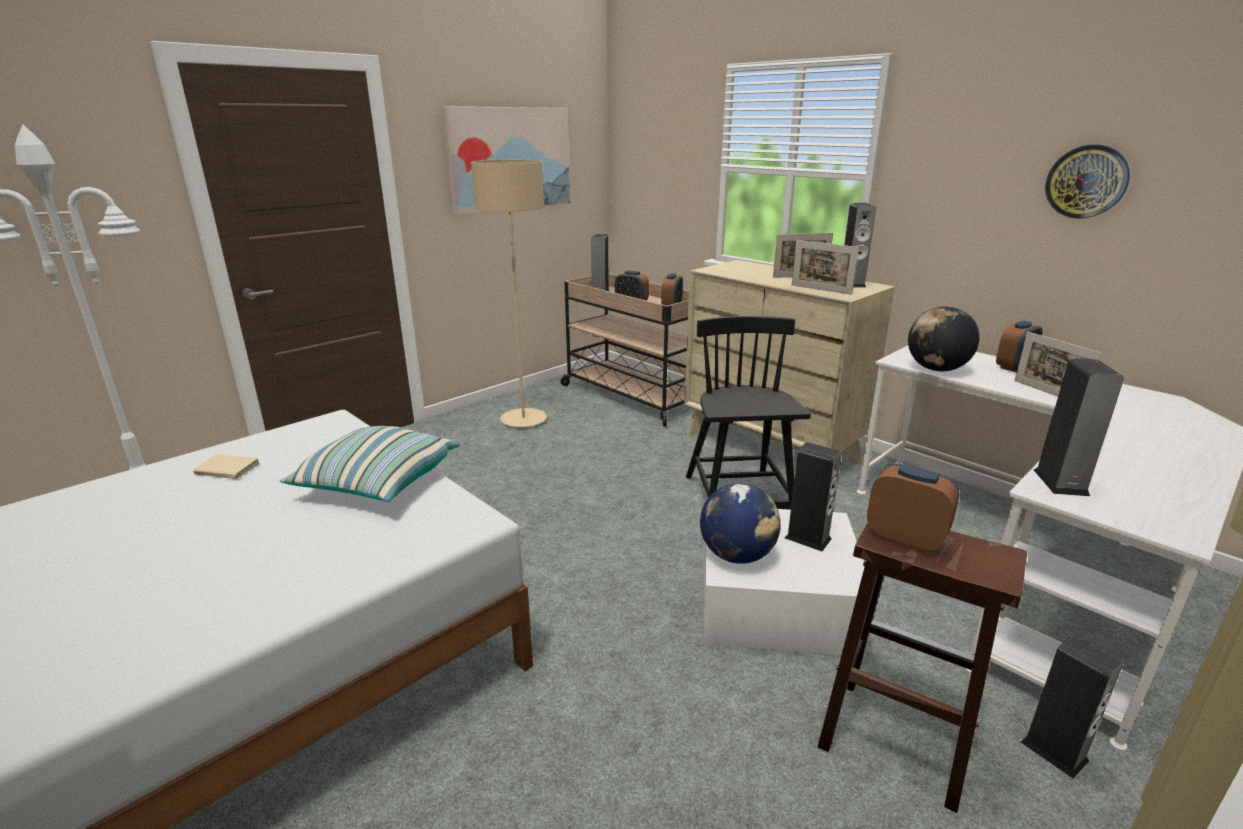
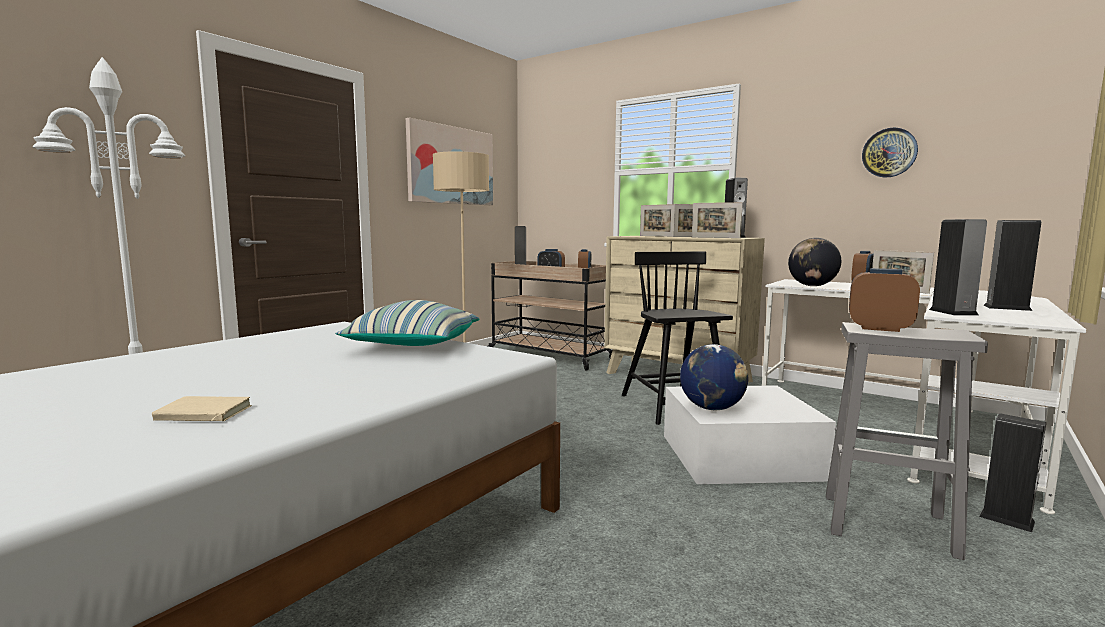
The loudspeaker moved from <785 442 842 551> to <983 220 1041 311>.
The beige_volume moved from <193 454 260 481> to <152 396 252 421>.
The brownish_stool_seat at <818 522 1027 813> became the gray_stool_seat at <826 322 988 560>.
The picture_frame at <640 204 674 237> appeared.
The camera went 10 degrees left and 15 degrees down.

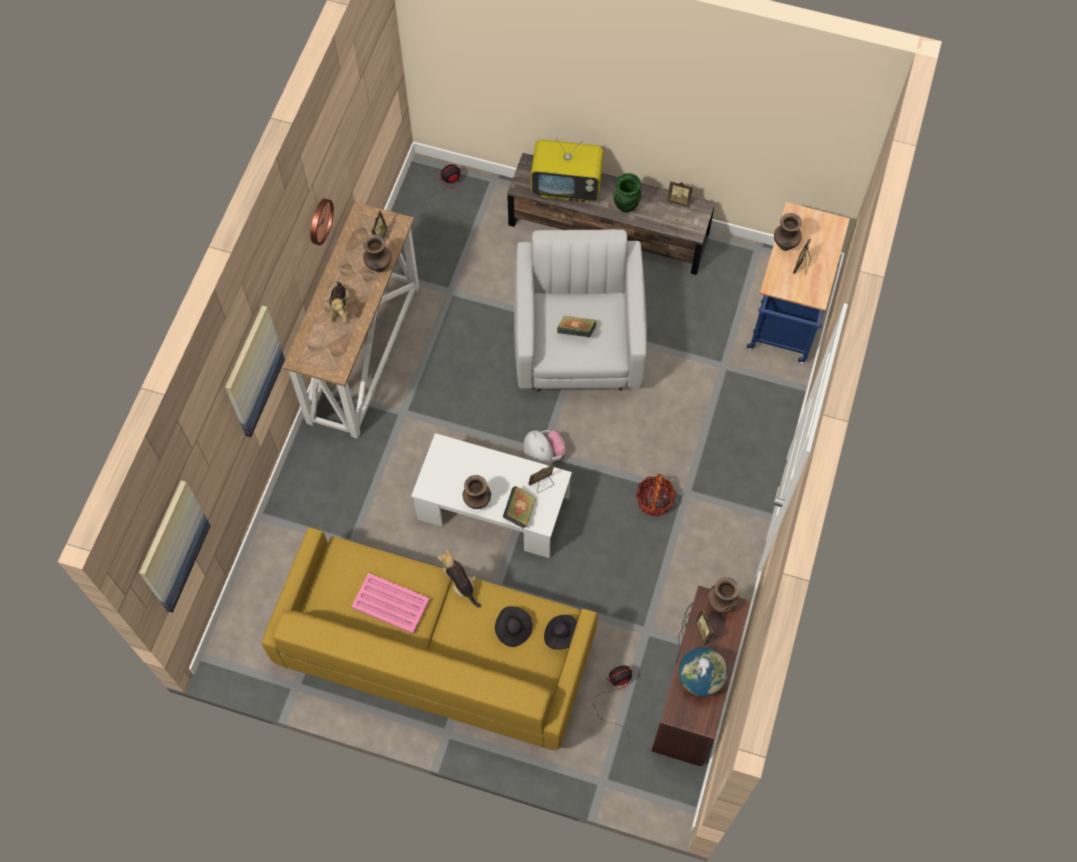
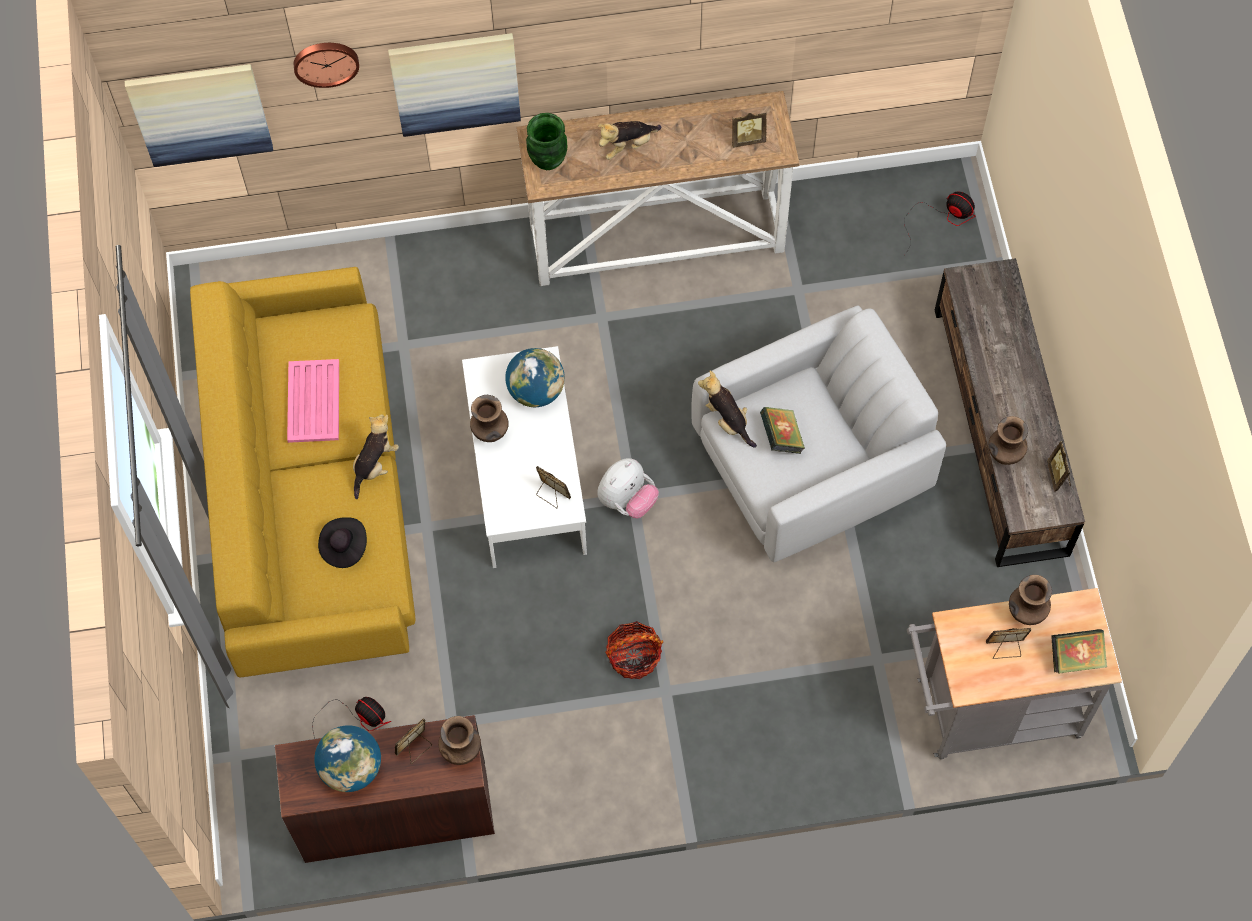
The TV_set at <531 137 603 202> disappeared.
The green-coloured_flower_vase moved from <613 173 641 213> to <526 113 567 170>.
The wall_clock moved from <311 199 334 245> to <294 43 359 88>.
The blue-coloured_wheeled_cart at <747 202 850 364> became the gray_wheeled_cart at <907 588 1122 760>.
The brownish_flower_vase moved from <363 234 391 272> to <988 416 1028 465>.
The volume moved from <503 486 536 529> to <1051 629 1107 674>.
The black-coloured_hat at <544 615 577 650> disappeared.
The globe at <505 348 565 407> appeared.
The cuddly_toy at <698 371 757 448> appeared.
The camera went 65 degrees right and 0 degrees up.

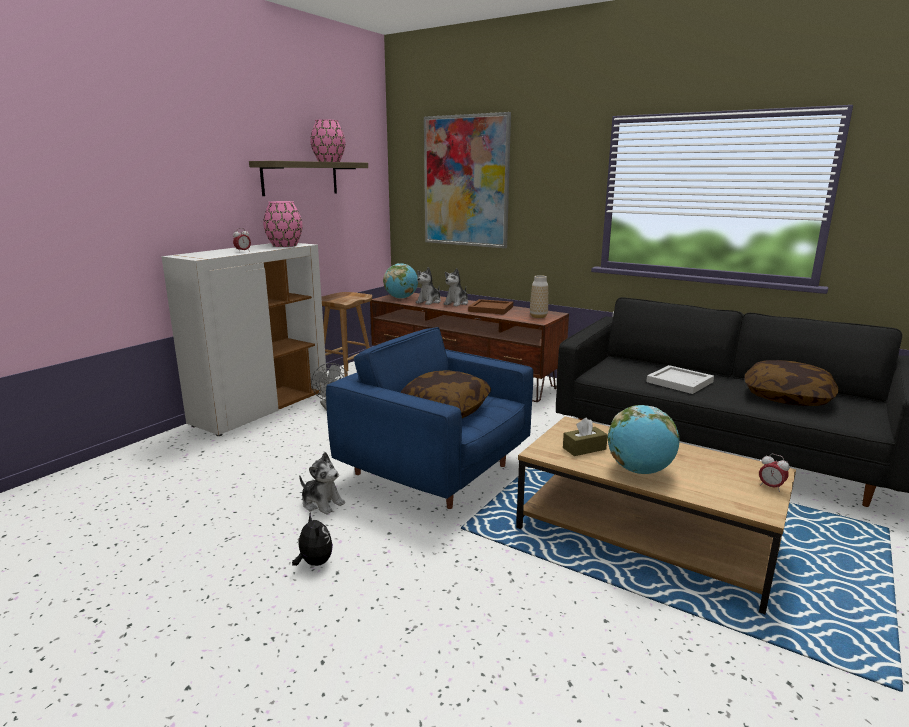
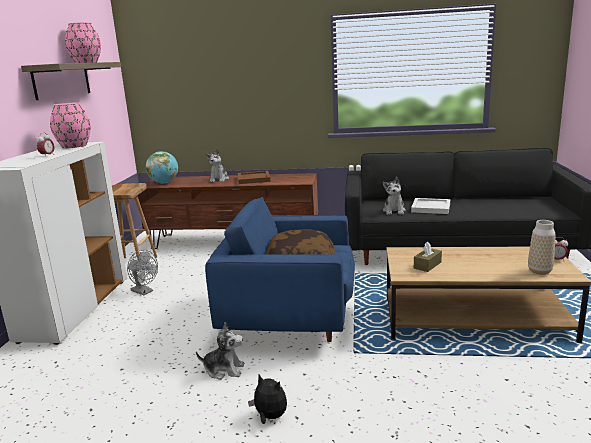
The picture at <424 112 511 248> disappeared.
The cuddly_toy moved from <416 267 441 305> to <383 177 406 215>.
The flower_vase moved from <530 275 548 318> to <528 220 556 275>.
The throw_pillow at <745 360 838 406> disappeared.
The globe at <608 405 679 474> disappeared.
The camera went 25 degrees left and 0 degrees up.

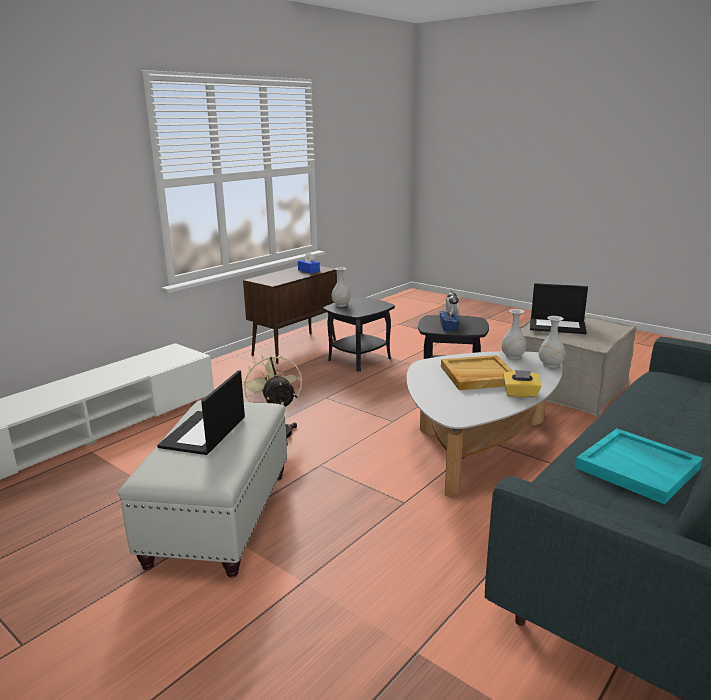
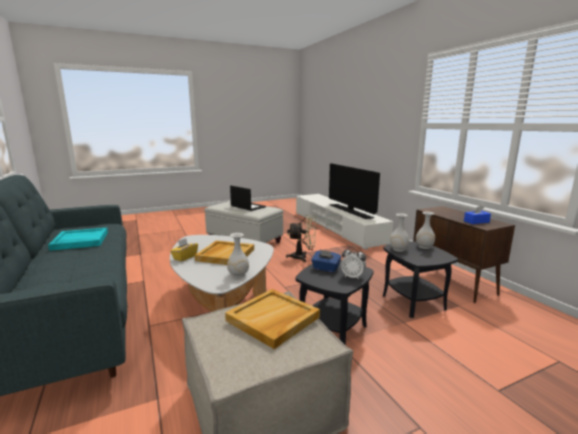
The notebook_computer at <530 283 588 334> was replaced by the beige_carrying_tray at <225 289 320 349>.
The white_flower_vase moved from <539 316 565 368> to <390 213 409 252>.
The TV_set at <329 163 380 219> appeared.
The camera went 115 degrees right and 5 degrees down.

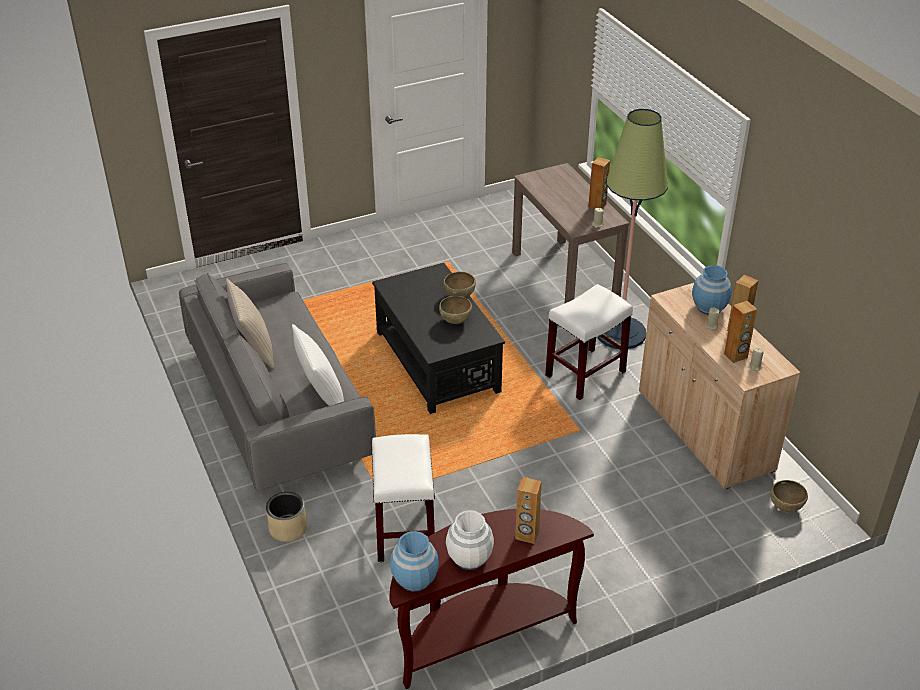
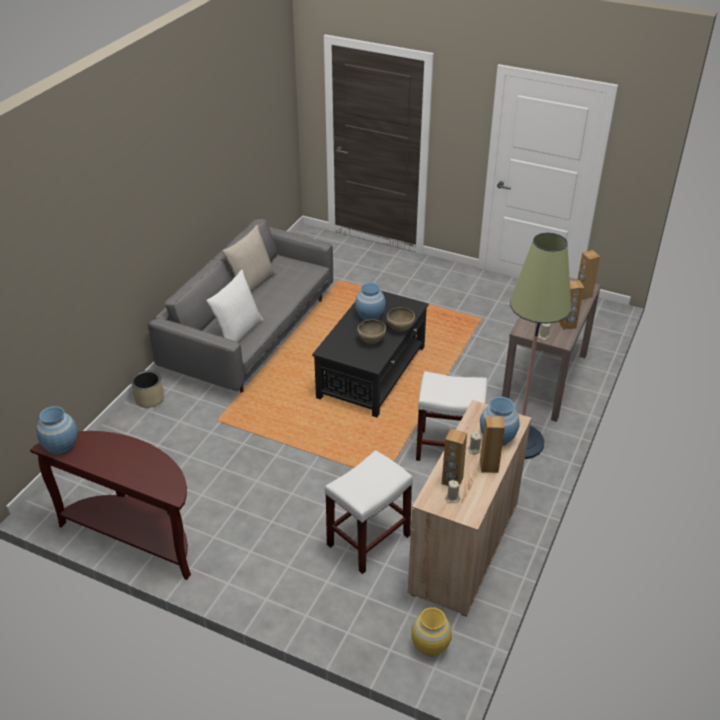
The white_stool_seat moved from <372 434 435 562> to <325 450 413 574>.
The brownish_loudspeaker moved from <515 477 542 544> to <577 250 600 300>.
The brownish_deep_dish at <770 480 808 512> was replaced by the yellow-coloured_flower_vase at <411 607 452 656>.
The white_flower_vase at <446 510 494 570> disappeared.
The blue-coloured_flower_vase at <355 282 386 321> appeared.
The camera went 50 degrees right and 0 degrees up.

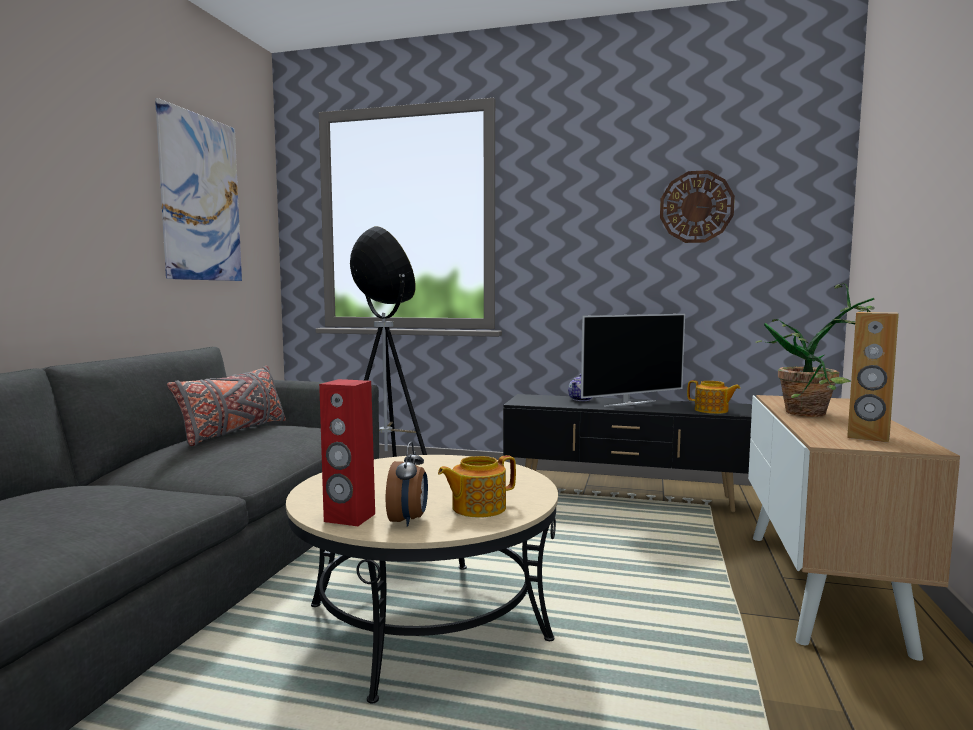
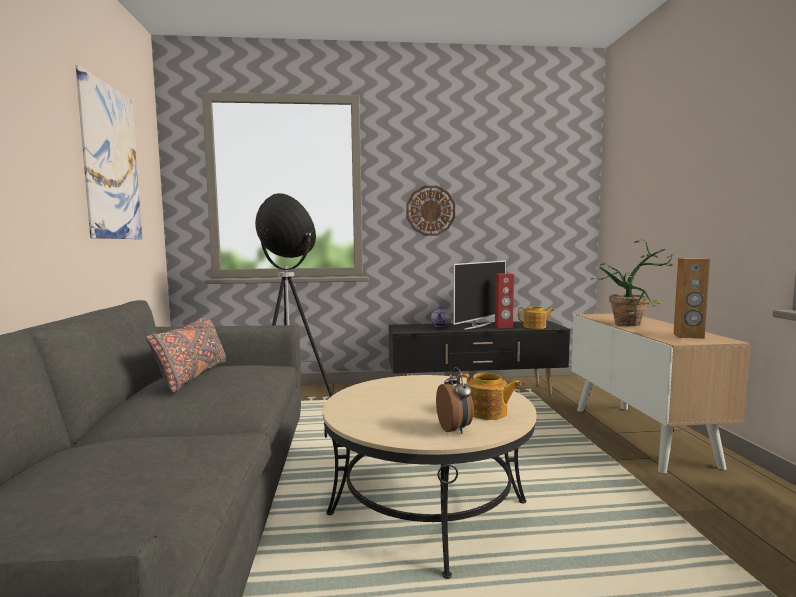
The wall_clock moved from <660 170 735 243> to <406 186 455 236>.
The reddish_loudspeaker moved from <319 379 375 526> to <495 273 514 328>.
The pot_for_tea at <438 455 516 518> turned 105 degrees counterclockwise.
The camera went 20 degrees left and 0 degrees up.

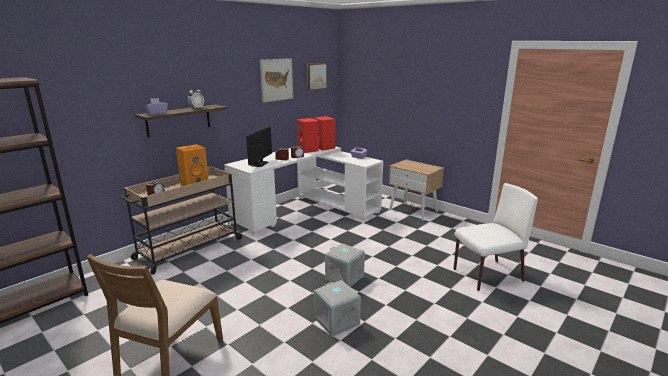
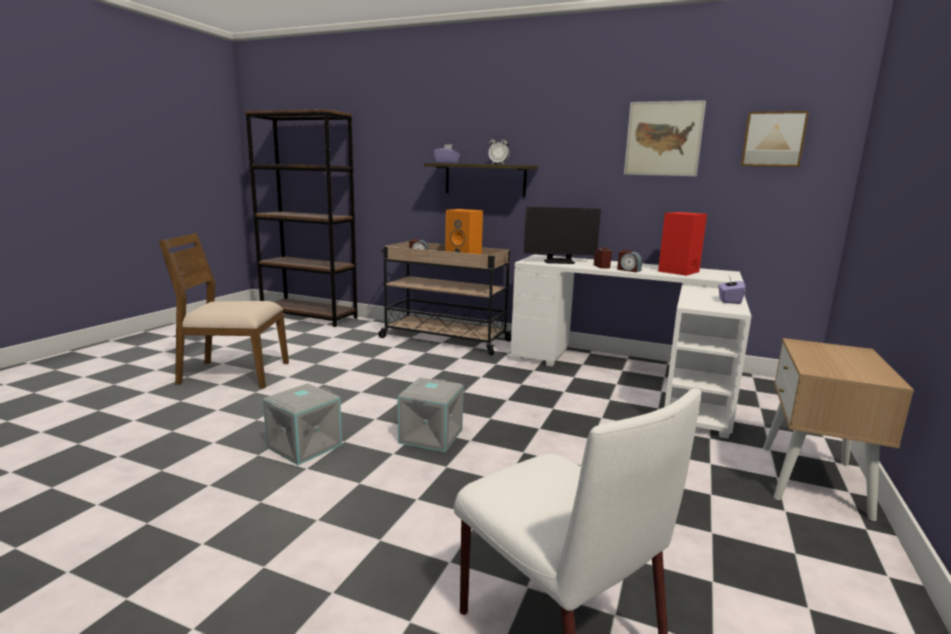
The reddish_loudspeaker at <313 116 335 151> disappeared.
The camera went 70 degrees right and 5 degrees down.

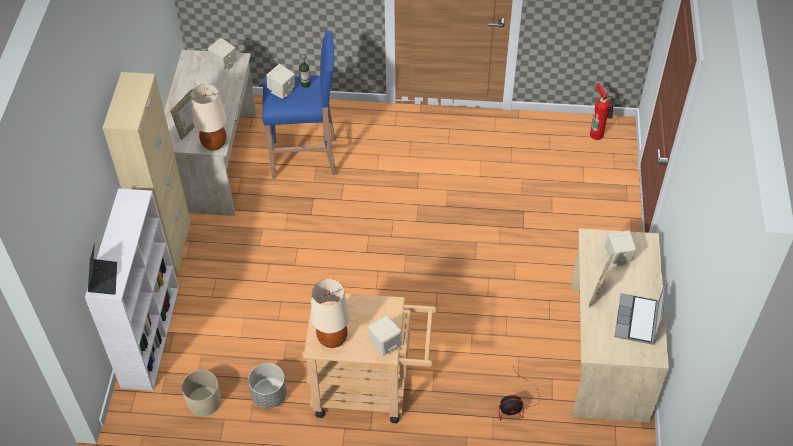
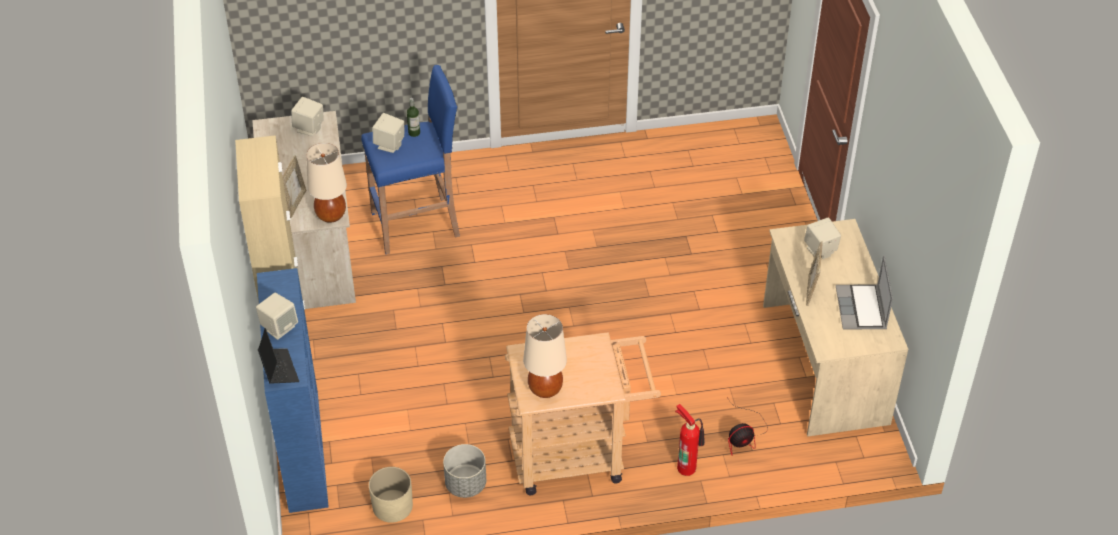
The extinguisher moved from <590 83 613 140> to <675 404 705 476>.
The white_bookshelf at <85 188 179 391> became the blue-coloured_bookshelf at <257 268 329 513>.
The beige_loudspeaker moved from <368 316 402 356> to <256 293 298 340>.
The camera went 15 degrees left and 5 degrees down.

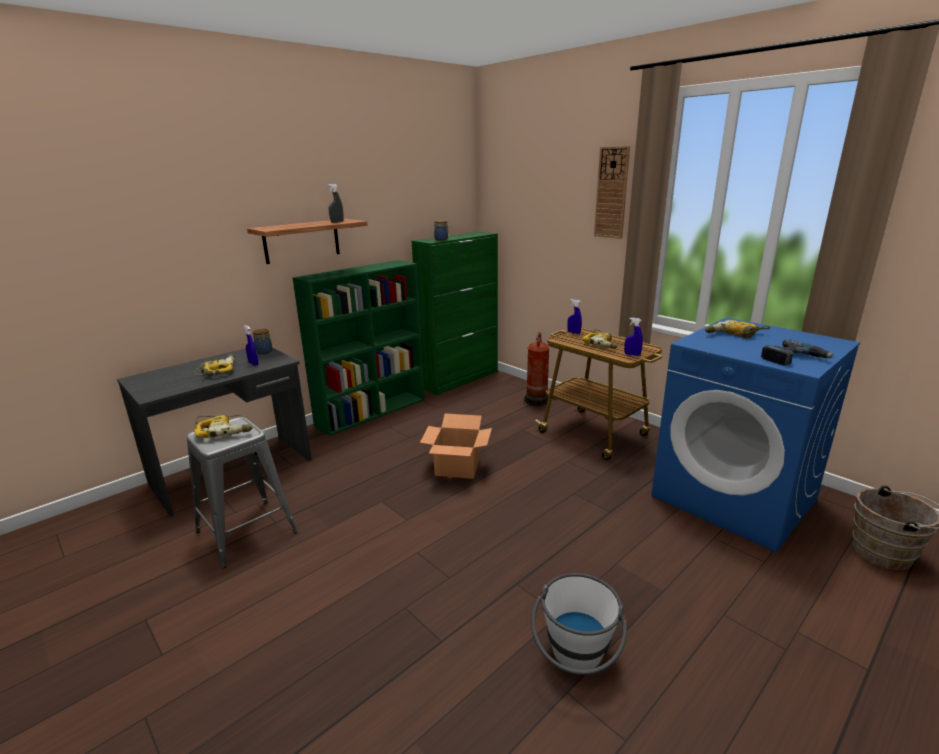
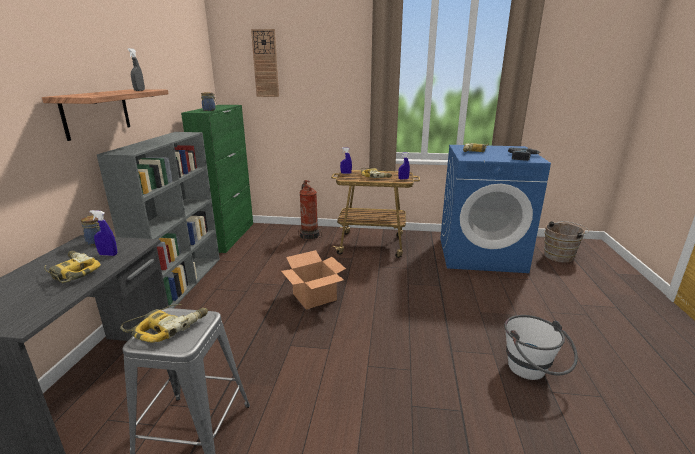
The wall_clock moved from <594 146 630 239> to <251 29 279 97>.
The green-coloured_bookshelf at <292 260 425 436> became the gray_bookshelf at <97 132 220 308>.
The camera went 40 degrees left and 0 degrees up.

